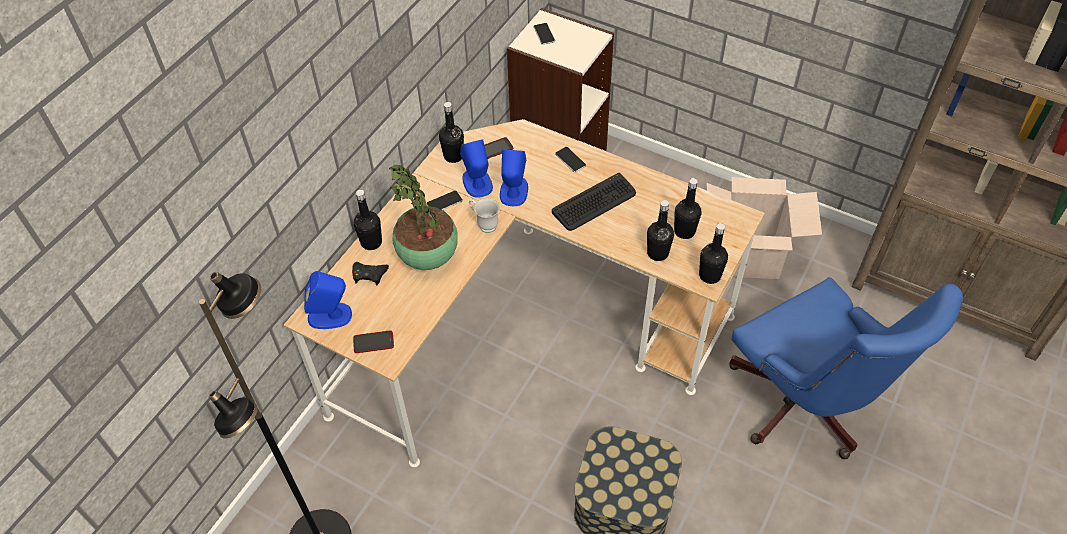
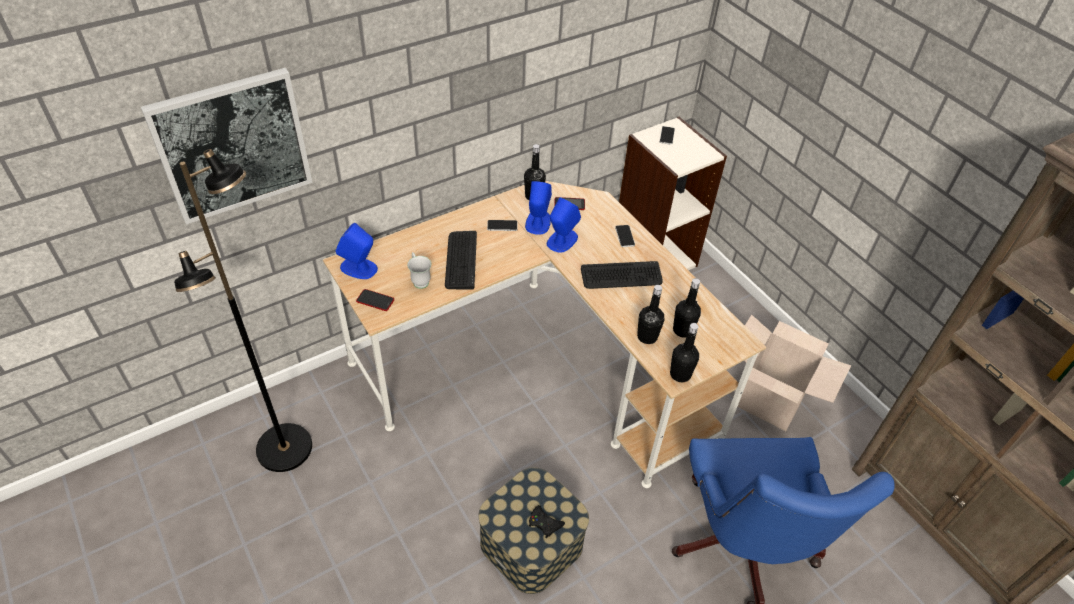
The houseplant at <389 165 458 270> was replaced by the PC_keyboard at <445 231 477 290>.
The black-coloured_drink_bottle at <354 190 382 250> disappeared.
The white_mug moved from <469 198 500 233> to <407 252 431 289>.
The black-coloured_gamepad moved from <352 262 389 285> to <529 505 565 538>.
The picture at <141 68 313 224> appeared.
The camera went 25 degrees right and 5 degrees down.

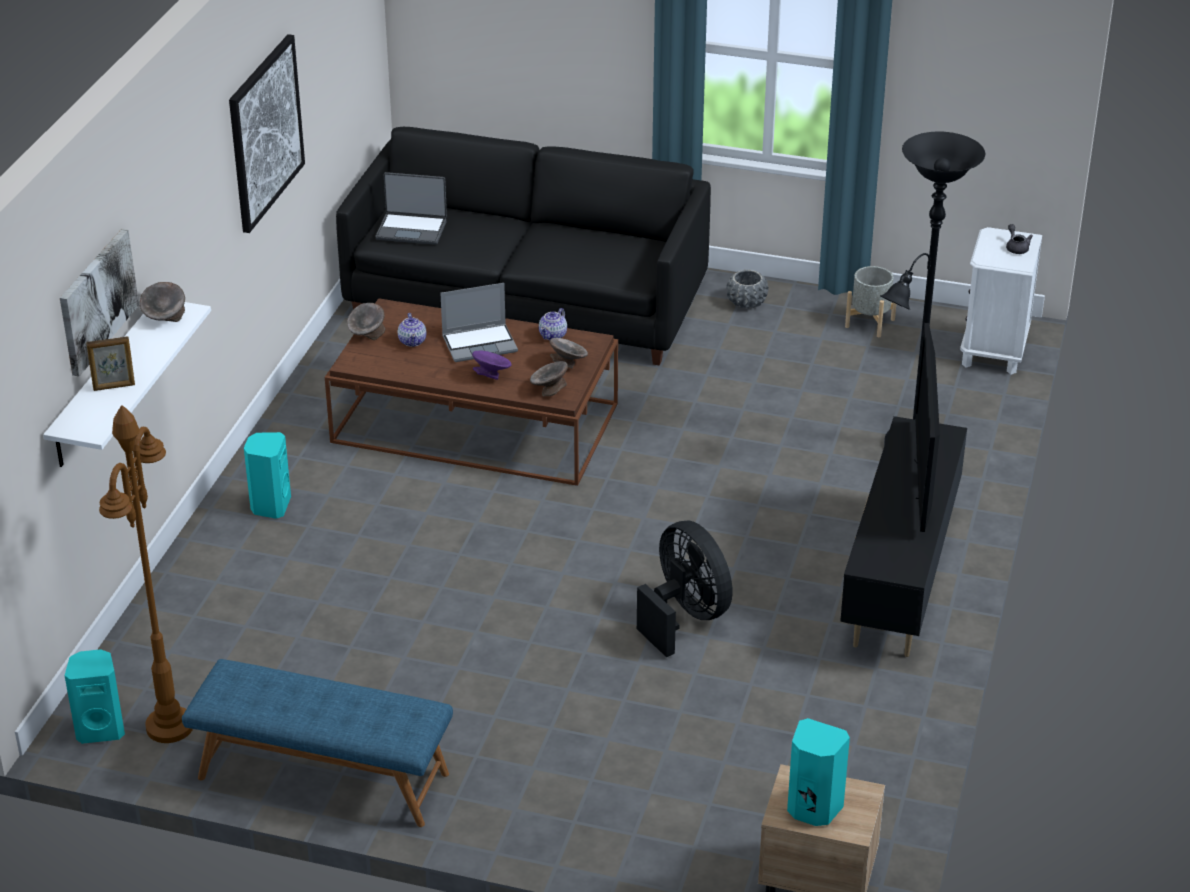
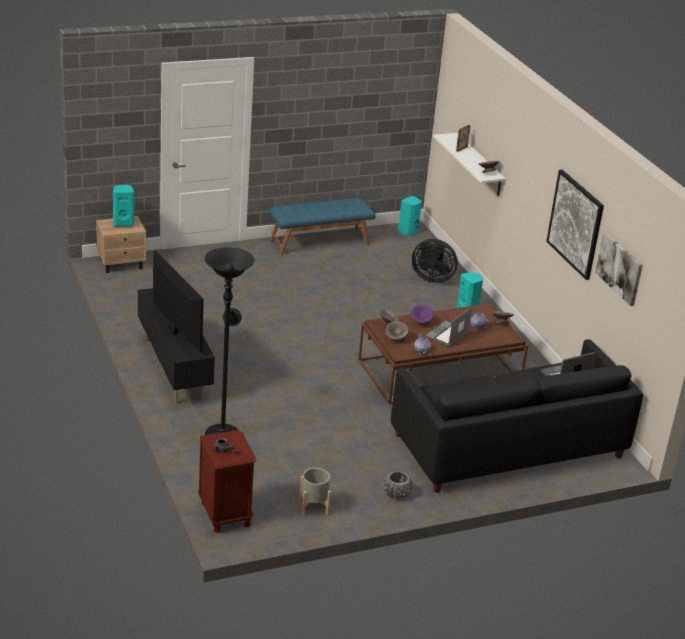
The white_bedside_table at <960 227 1042 375> became the brownish_bedside_table at <198 430 257 533>.
The picture moved from <60 229 139 376> to <595 232 643 306>.
The brownish_floor_lamp at <99 405 193 743> disappeared.
The black-coloured_electric_fan moved from <637 521 733 657> to <412 239 458 283>.
The camera went 140 degrees right and 5 degrees down.

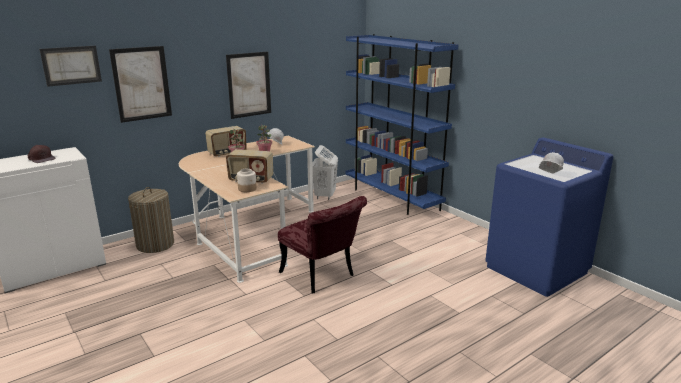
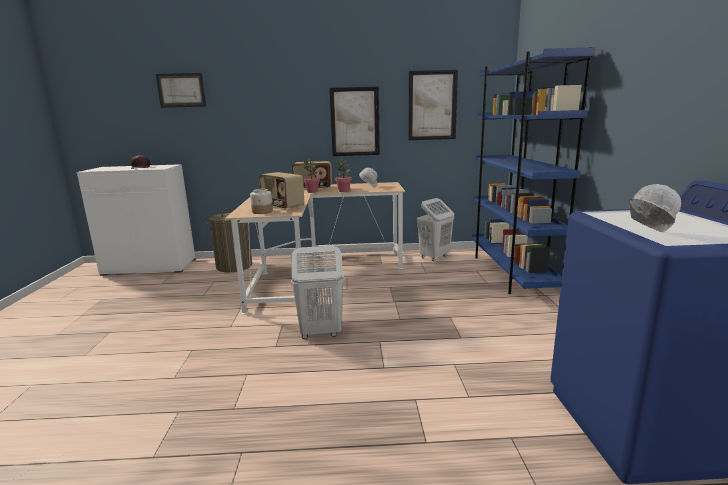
The picture moved from <109 46 172 123> to <409 70 458 140>.
The reddish_chair at <278 196 367 293> was replaced by the white_washing_basket at <291 246 344 339>.
The camera went 35 degrees right and 5 degrees down.

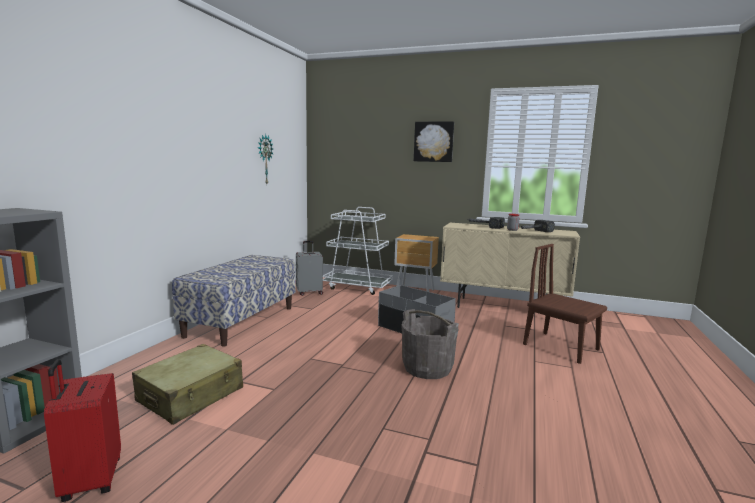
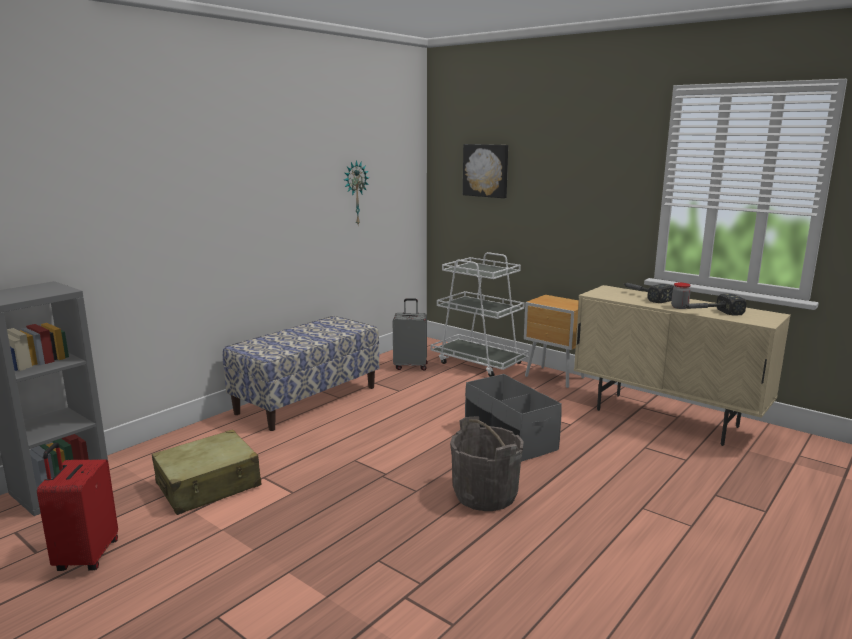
The picture moved from <414 121 454 162> to <463 144 508 198>.
The brownish_chair at <523 244 607 364> disappeared.
The camera went 20 degrees right and 5 degrees up.

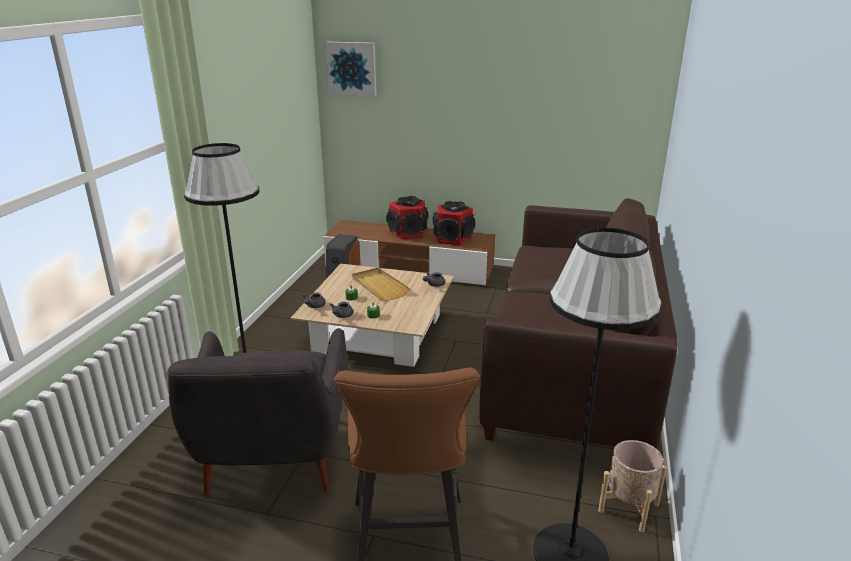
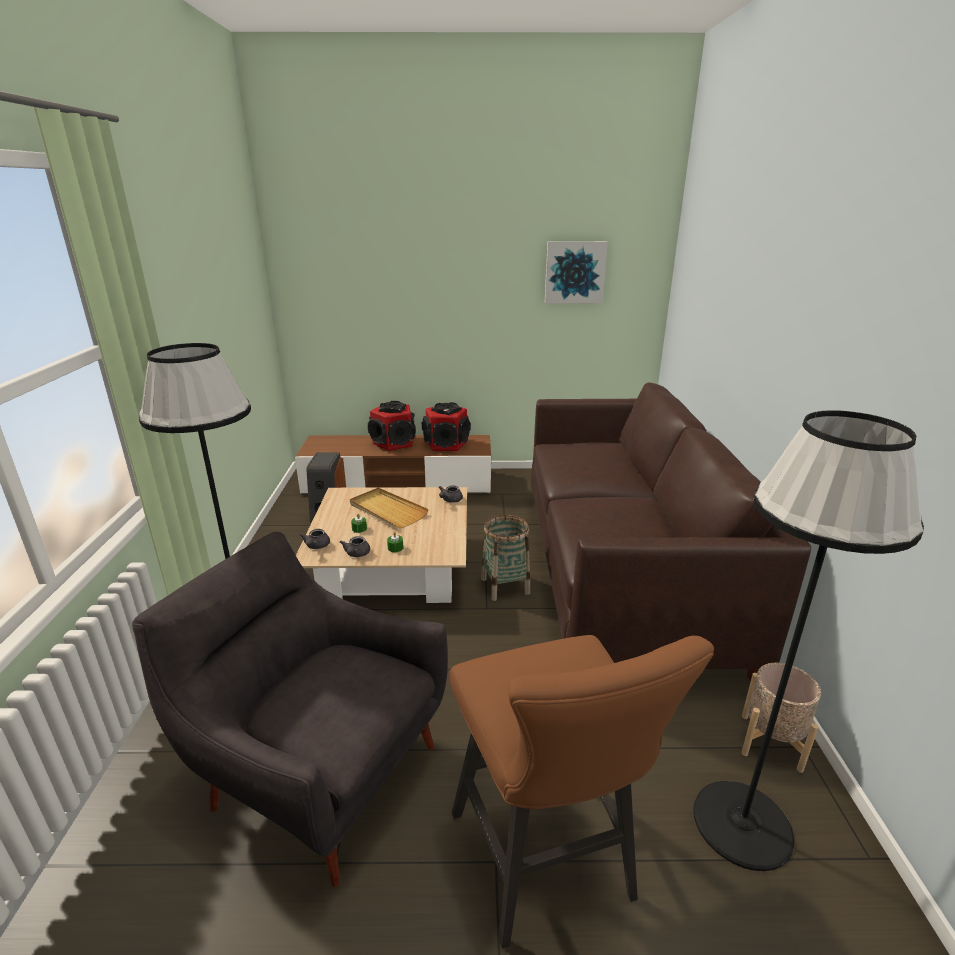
The picture moved from <325 42 376 96> to <545 241 608 303>.
The gray_armchair at <167 328 347 496> turned 135 degrees clockwise.
The household_basket at <481 515 530 601> appeared.
The camera went 15 degrees left and 0 degrees up.

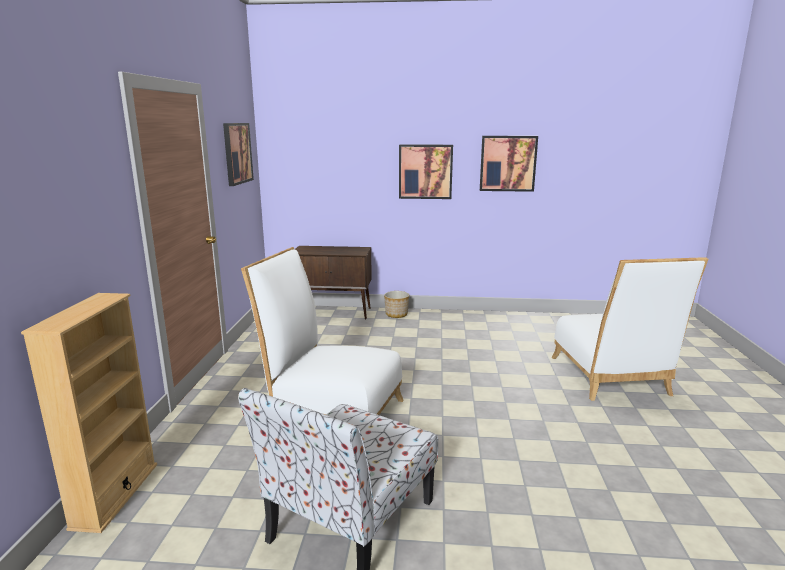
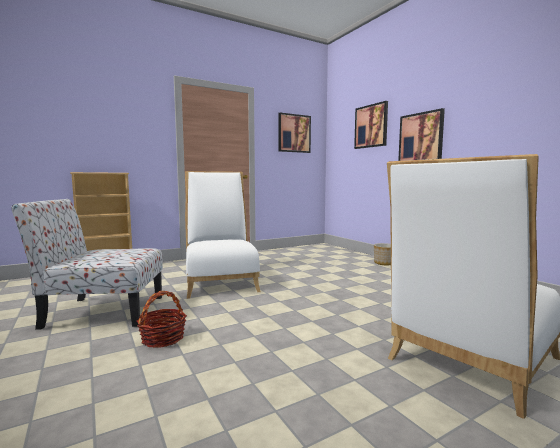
The picture moved from <480 136 538 192> to <354 101 388 149>.
The brownish_storage_cabinet at <295 246 372 319> disappeared.
The household_basket at <137 291 187 348> appeared.
The camera went 55 degrees right and 10 degrees down.

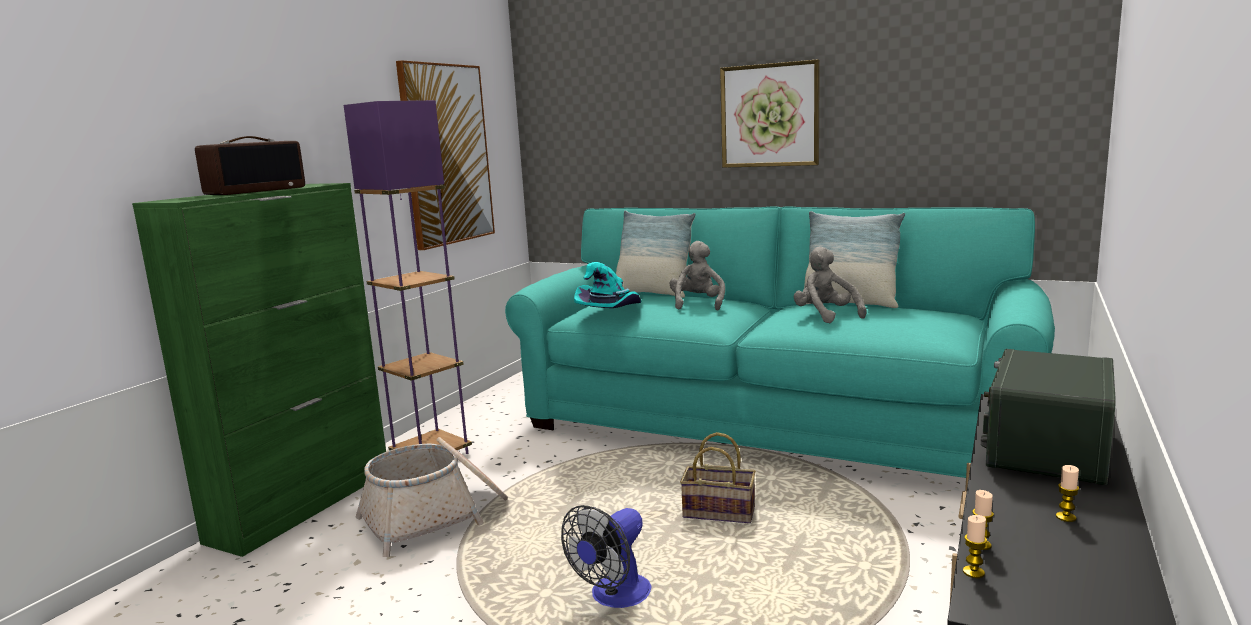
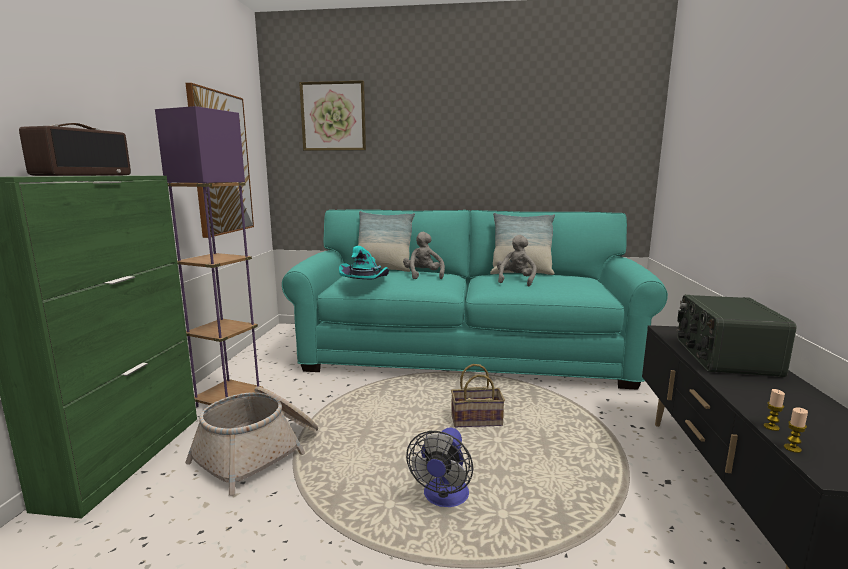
The picture moved from <720 59 820 168> to <299 81 366 151>.
The gray_cuddly_toy at <794 246 867 323> turned 60 degrees clockwise.
The wax_candle at <1056 465 1079 522> disappeared.
The camera went 20 degrees left and 0 degrees up.

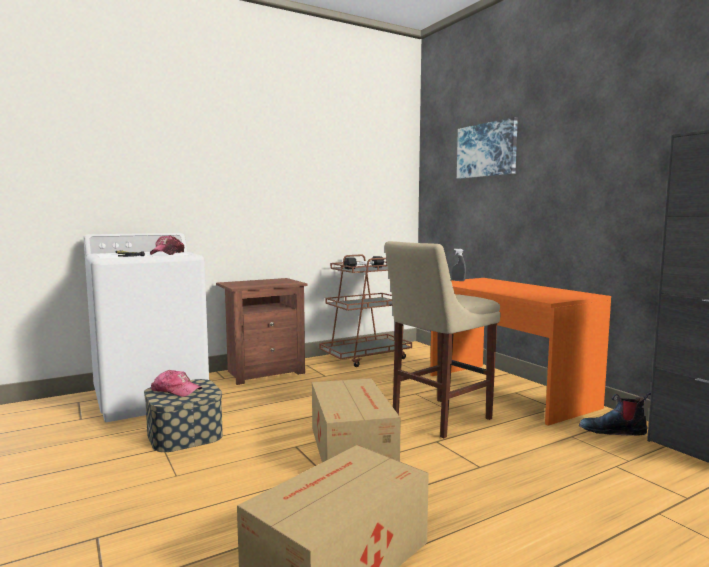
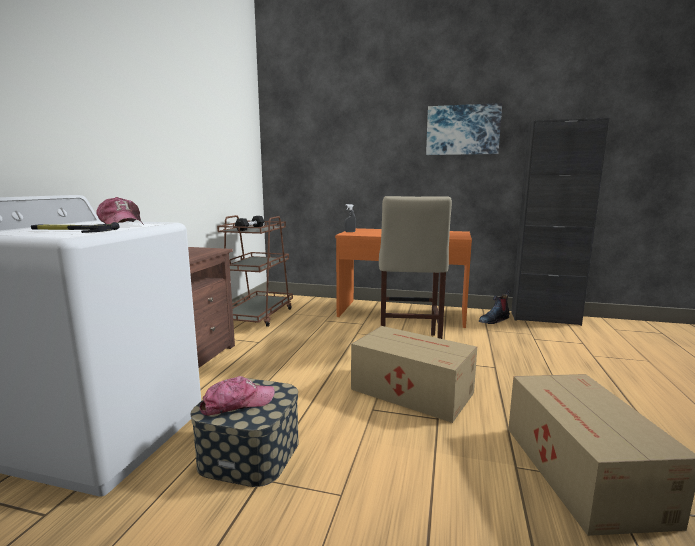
The picture moved from <457 117 518 179> to <426 103 502 155>.
The camera went 45 degrees left and 5 degrees up.

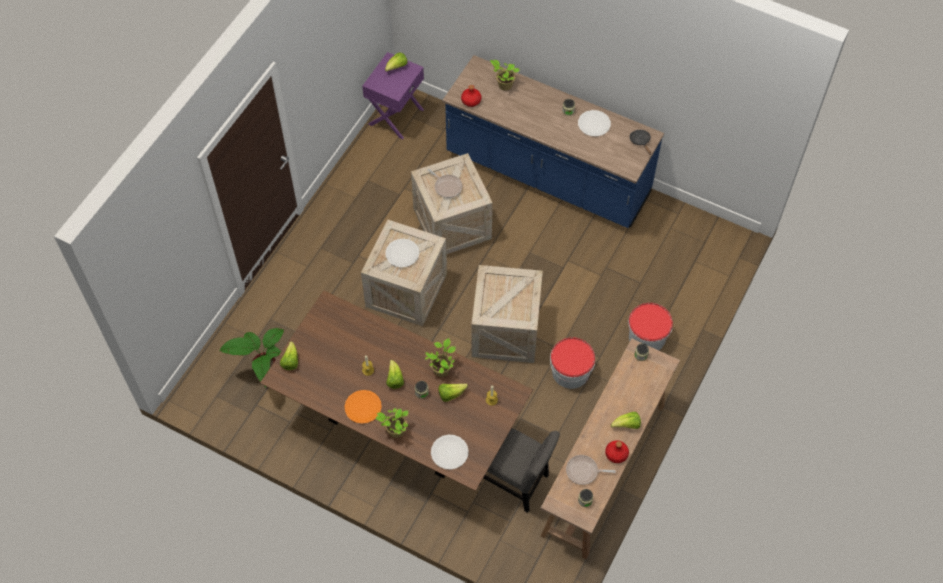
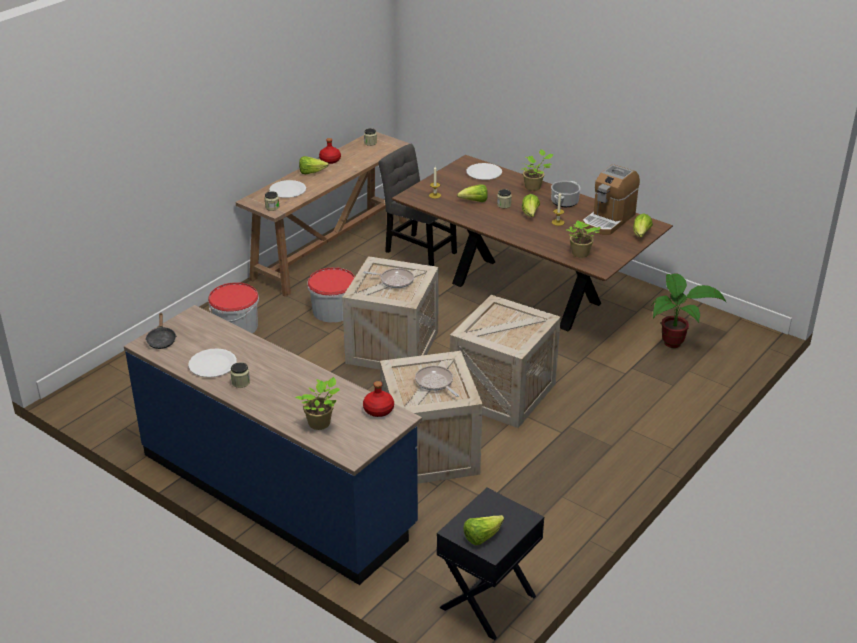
The purple_bedside_table at <362 52 424 139> became the black-coloured_bedside_table at <437 488 544 640>.
The white_plate moved from <385 239 419 267> to <269 180 306 198>.
The houseplant moved from <425 338 456 377> to <566 220 601 258>.
The orangey_plate at <345 390 382 424> was replaced by the stockpot at <551 181 581 207>.
The frying_pan moved from <566 455 616 485> to <363 268 414 288>.
The coffee_machine at <582 164 640 235> appeared.
The camera went 170 degrees left and 25 degrees down.

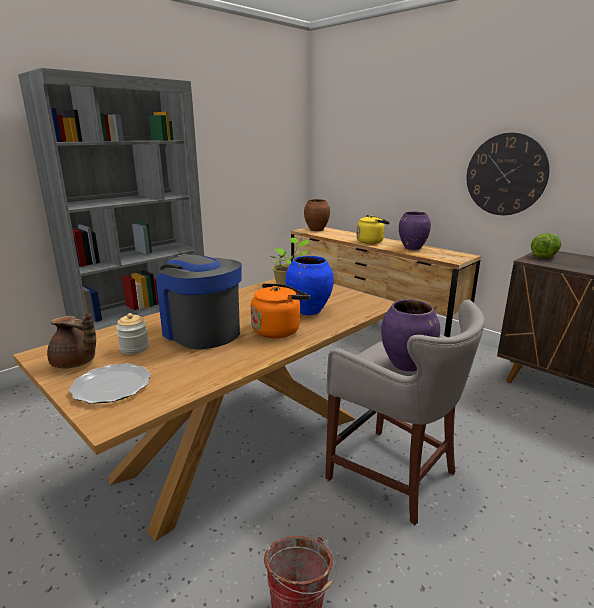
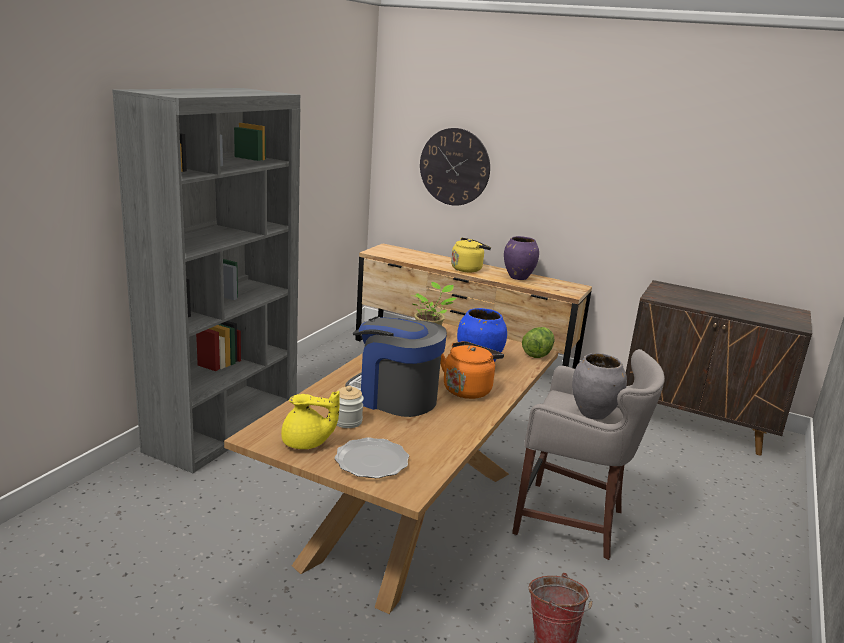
The wall_clock moved from <467 133 550 215> to <420 128 490 206>.
The brownish_flower_vase at <304 199 330 231> disappeared.
The head_of_lettuce moved from <531 233 561 258> to <522 327 555 358>.
The purple_flower_vase at <381 300 440 371> became the gray_flower_vase at <572 353 627 420>.
The brownish_pot_for_tea at <47 313 96 369> became the yellow-coloured_pot_for_tea at <281 391 340 449>.
The camera went 20 degrees left and 0 degrees up.

